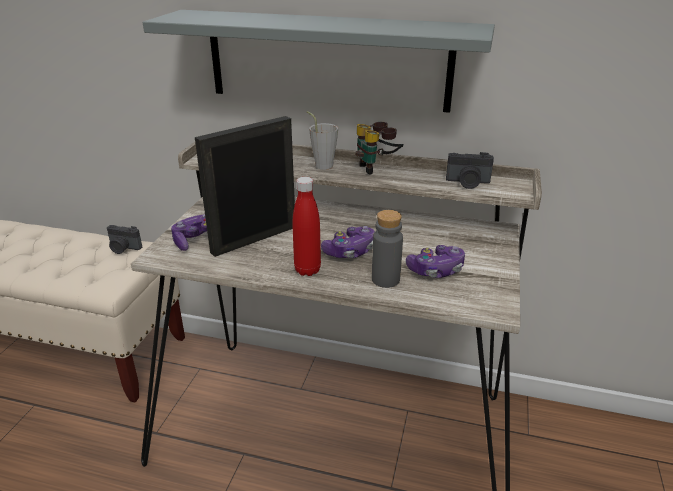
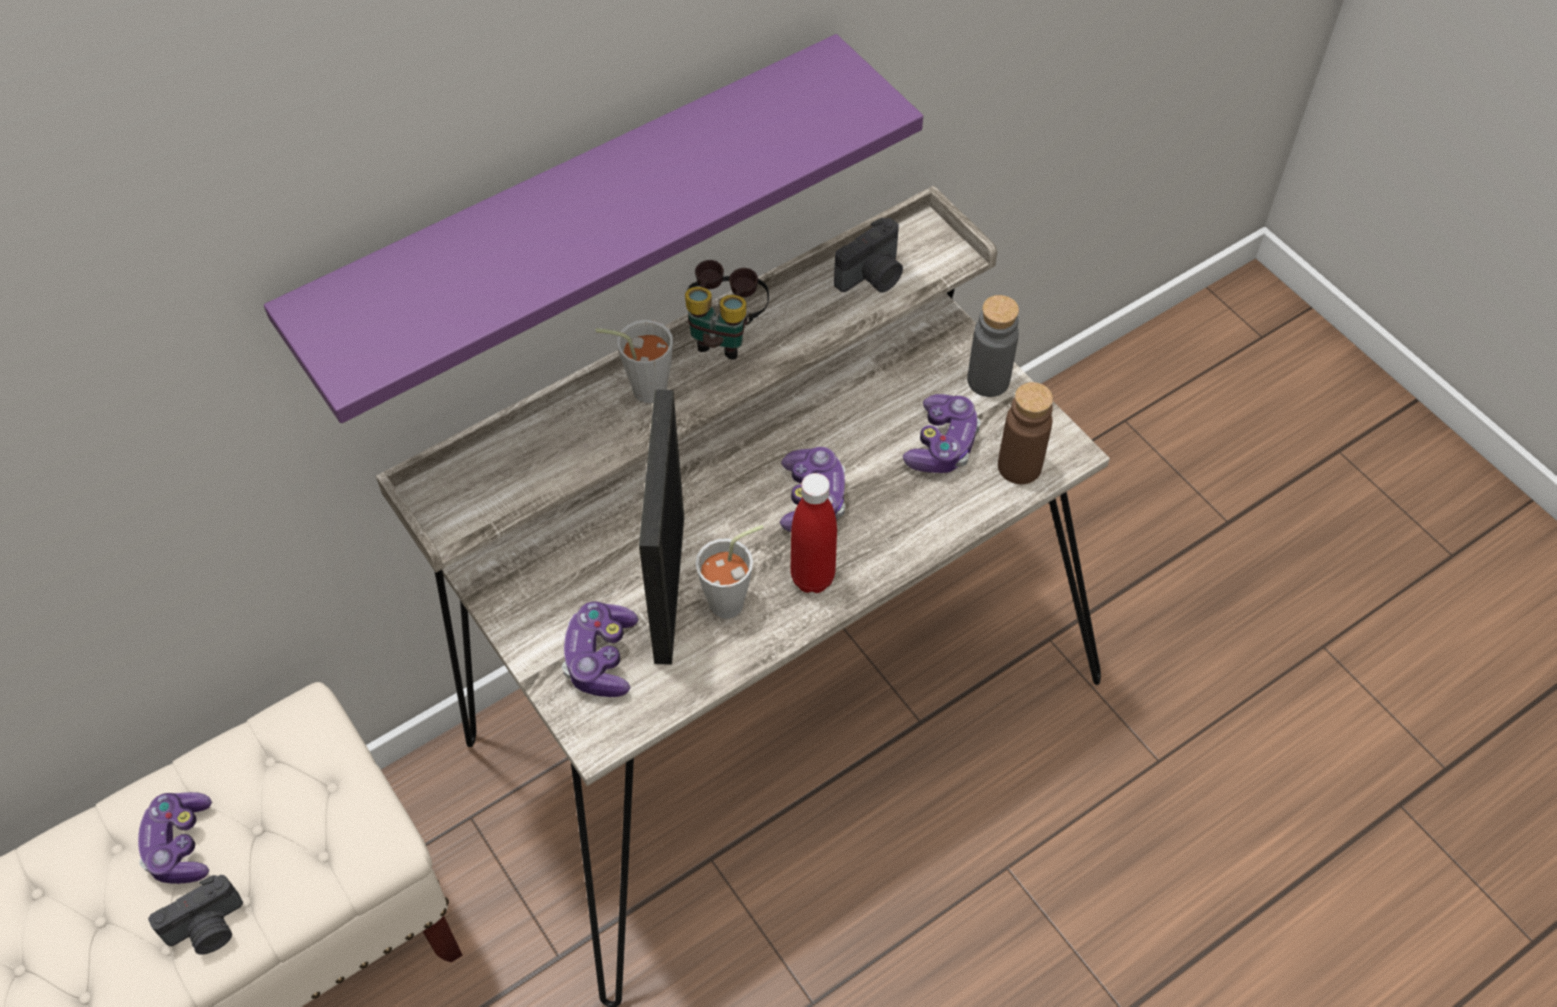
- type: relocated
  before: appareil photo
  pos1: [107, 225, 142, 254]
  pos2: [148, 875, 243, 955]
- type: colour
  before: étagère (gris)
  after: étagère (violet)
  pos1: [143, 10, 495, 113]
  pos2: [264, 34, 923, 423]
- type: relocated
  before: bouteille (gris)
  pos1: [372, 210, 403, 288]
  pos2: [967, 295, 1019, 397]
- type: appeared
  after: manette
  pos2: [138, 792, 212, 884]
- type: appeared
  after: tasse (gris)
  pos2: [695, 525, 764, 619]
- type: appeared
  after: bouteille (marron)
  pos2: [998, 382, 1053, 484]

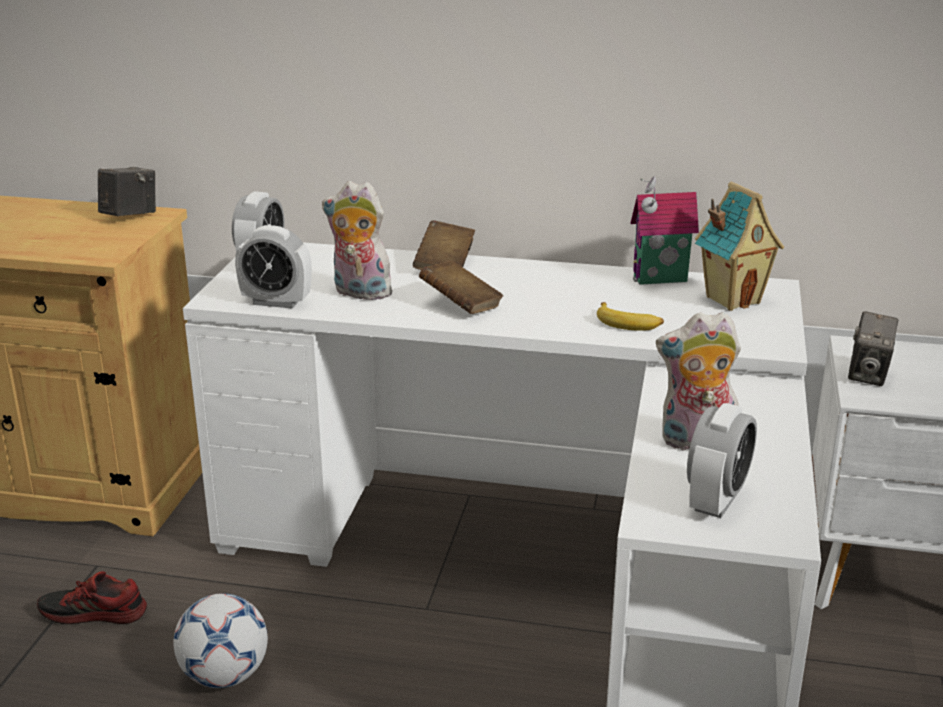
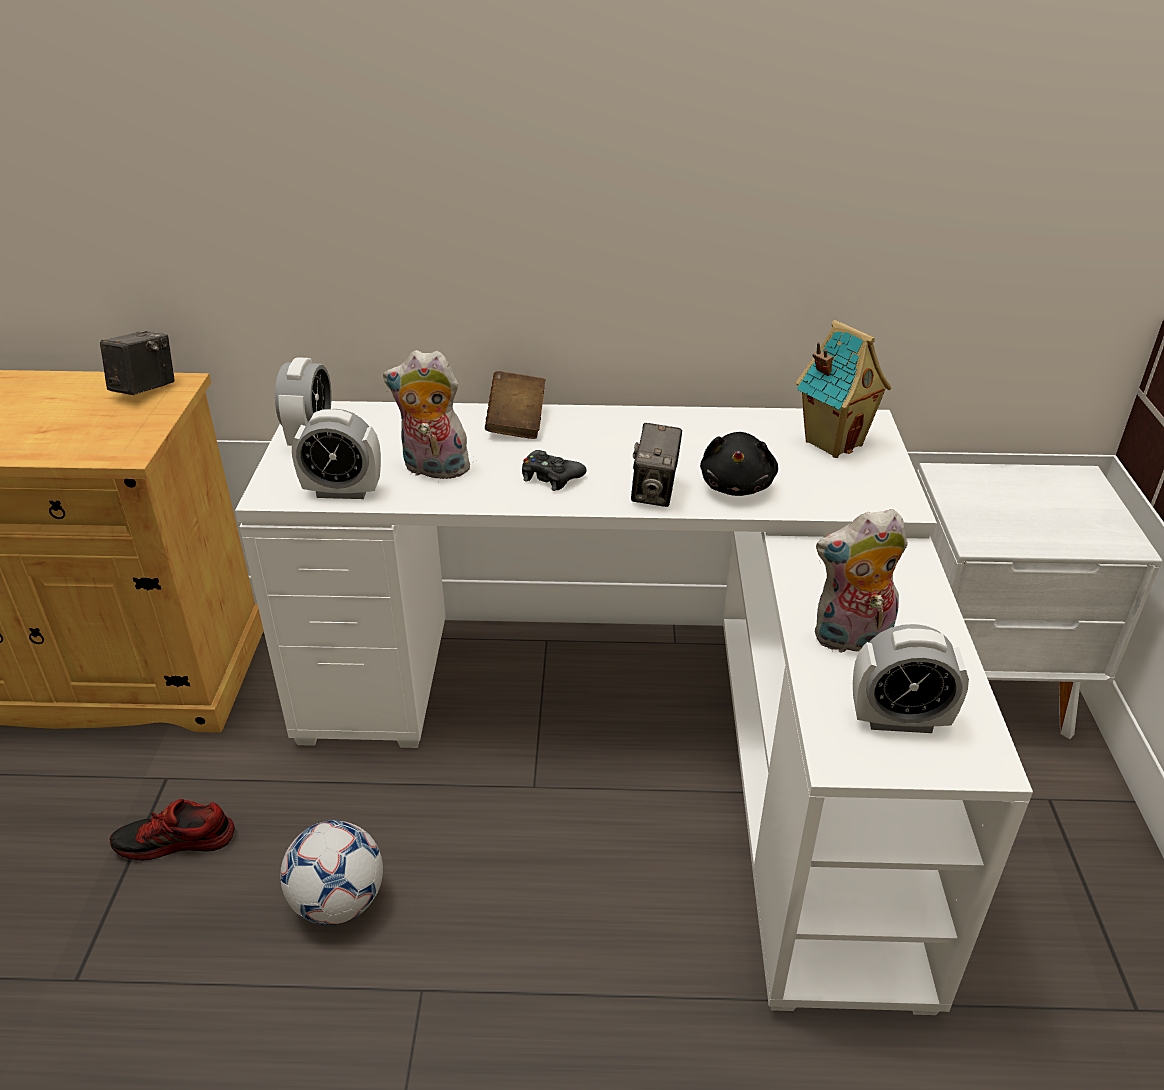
- type: exchanged
  before: livre (marron)
  after: manette (noir)
  pos1: [419, 261, 503, 314]
  pos2: [522, 450, 587, 491]
- type: exchanged
  before: banane
  after: peluche (noir)
  pos1: [597, 302, 664, 331]
  pos2: [700, 432, 778, 496]
- type: missing
  before: maison miniature
  pos1: [630, 176, 699, 285]
- type: spun
  before: réveil
  pos1: [687, 403, 757, 518]
  pos2: [853, 624, 969, 733]
  turn: 75
- type: relocated
  before: appareil photo
  pos1: [848, 311, 898, 386]
  pos2: [631, 423, 682, 507]

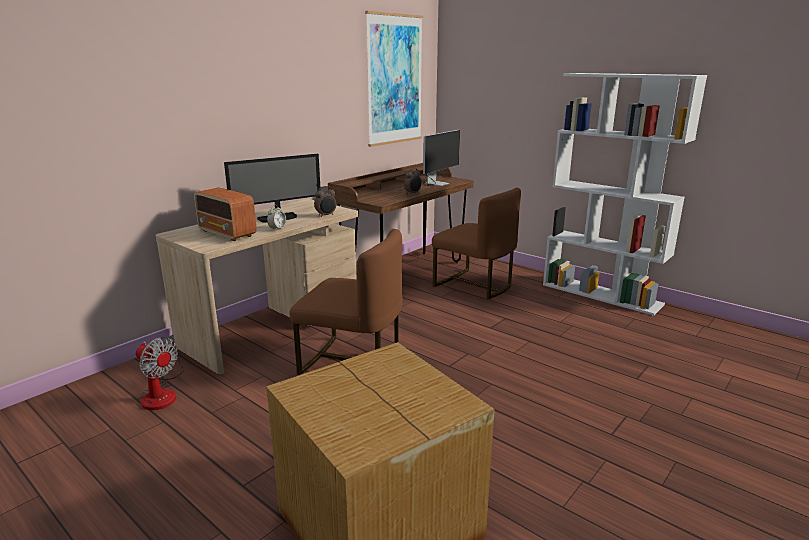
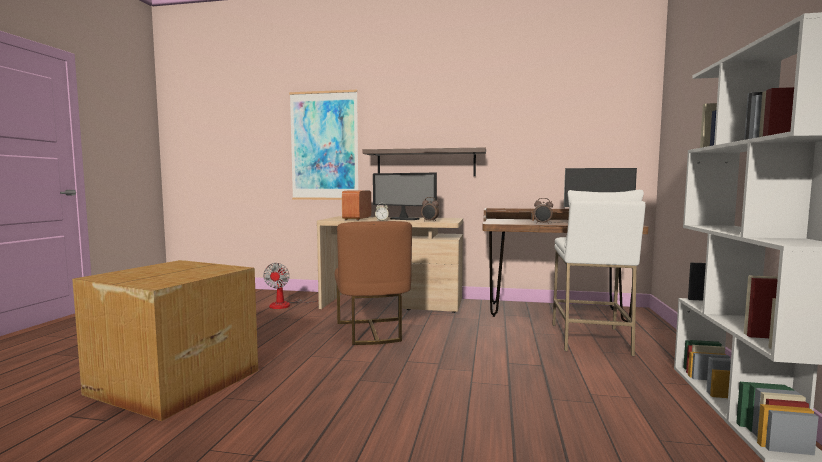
- type: relocated
  before: tableau
  pos1: [365, 11, 423, 147]
  pos2: [289, 90, 358, 200]
- type: exchanged
  before: chaise (marron)
  after: tabouret (blanc)
  pos1: [432, 188, 521, 299]
  pos2: [552, 190, 646, 356]
- type: appeared
  after: étagère
  pos2: [362, 147, 486, 176]

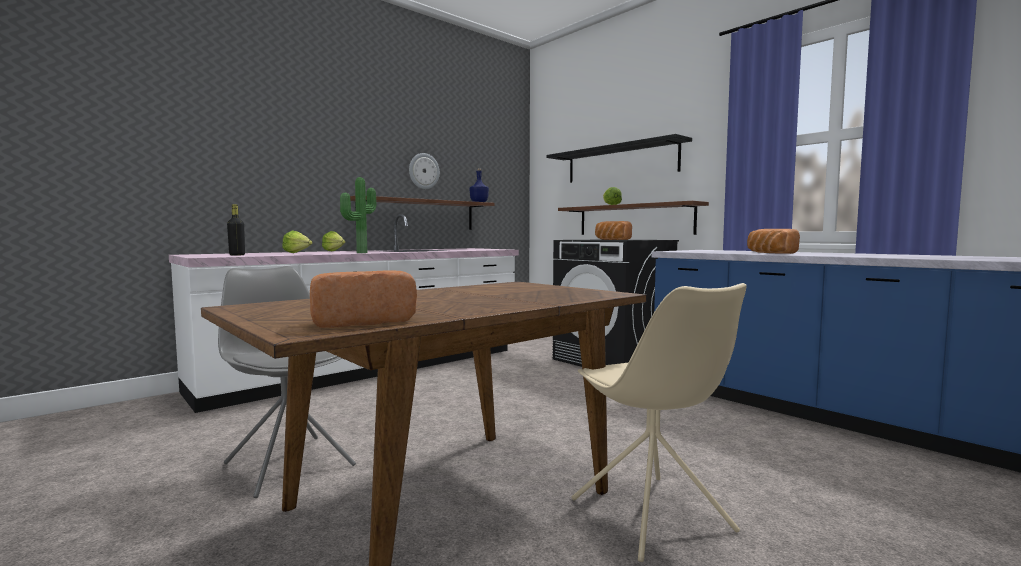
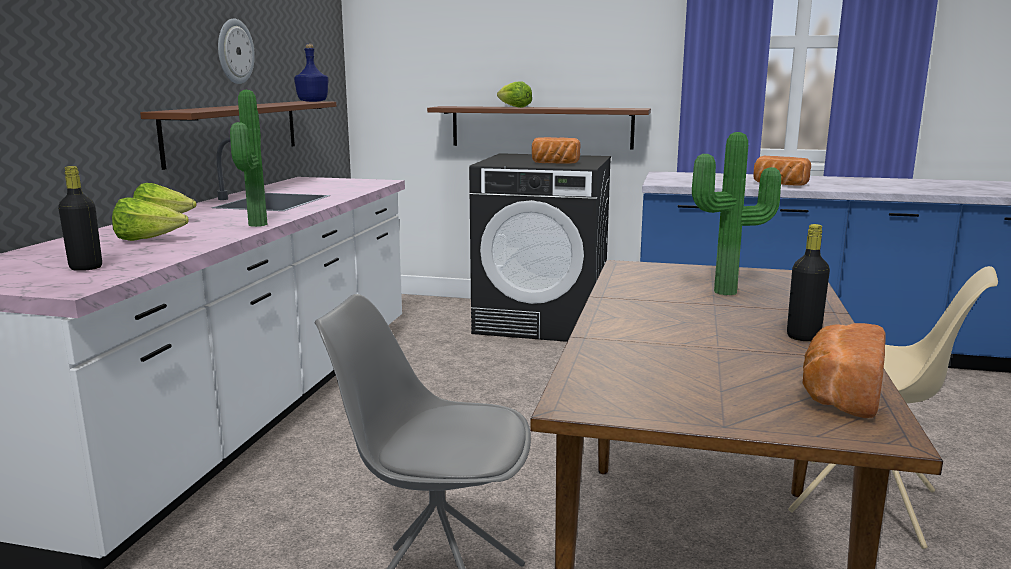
- type: missing
  before: étagère (noir)
  pos1: [547, 134, 692, 183]
- type: appeared
  after: plante en pot
  pos2: [692, 132, 781, 295]
- type: appeared
  after: bouteille (noir)
  pos2: [787, 224, 830, 341]

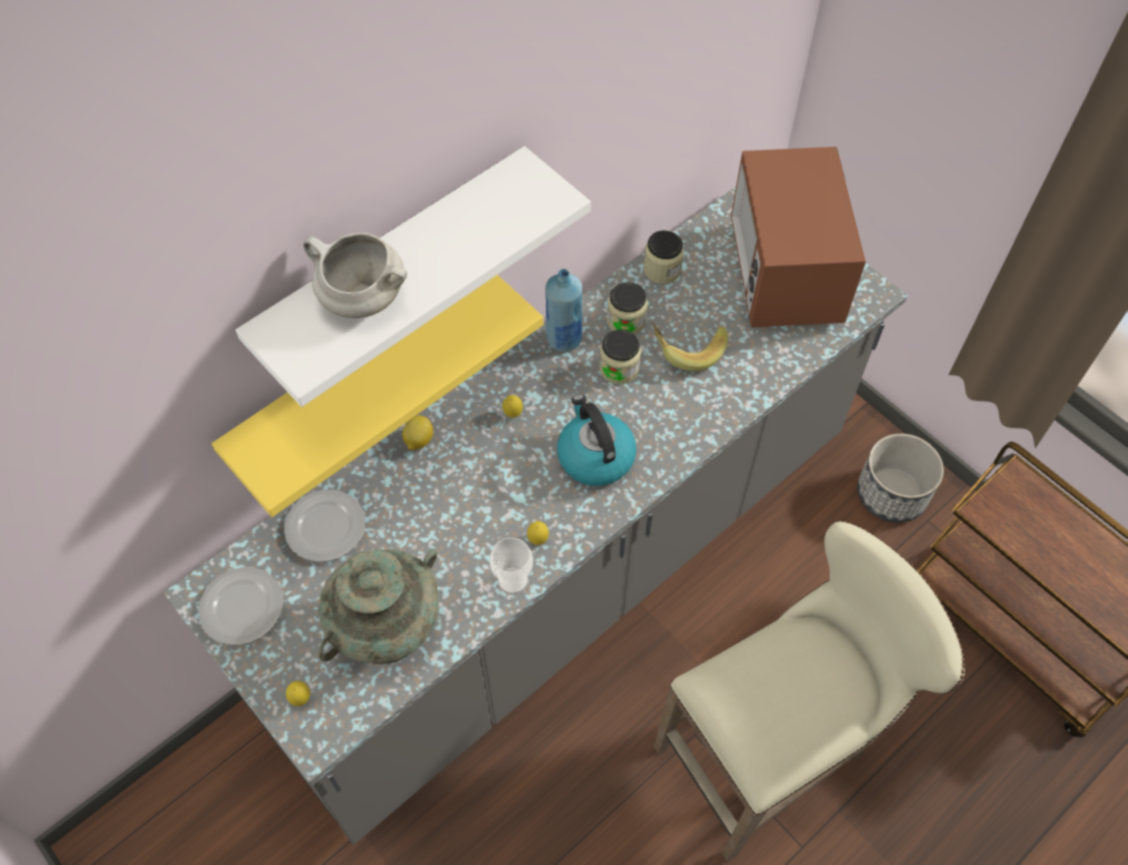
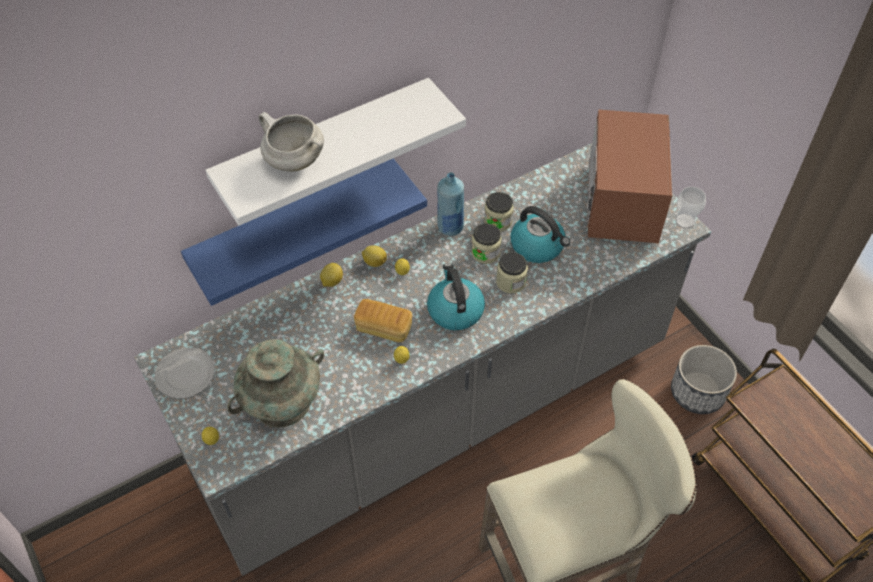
- type: colour
  before: étagère (jaune)
  after: étagère (bleu)
  pos1: [212, 275, 543, 517]
  pos2: [181, 159, 427, 306]
- type: missing
  before: assiette
  pos1: [284, 490, 365, 562]
- type: relocated
  before: tasse
  pos1: [489, 537, 533, 595]
  pos2: [675, 187, 706, 229]
- type: relocated
  before: bocal
  pos1: [644, 230, 684, 284]
  pos2: [496, 252, 528, 294]
- type: exchanged
  before: banane
  after: bouilloire
  pos1: [651, 322, 728, 371]
  pos2: [511, 206, 570, 263]
- type: appeared
  after: pain
  pos2: [354, 299, 412, 342]
- type: appeared
  after: citron
  pos2: [362, 245, 387, 267]

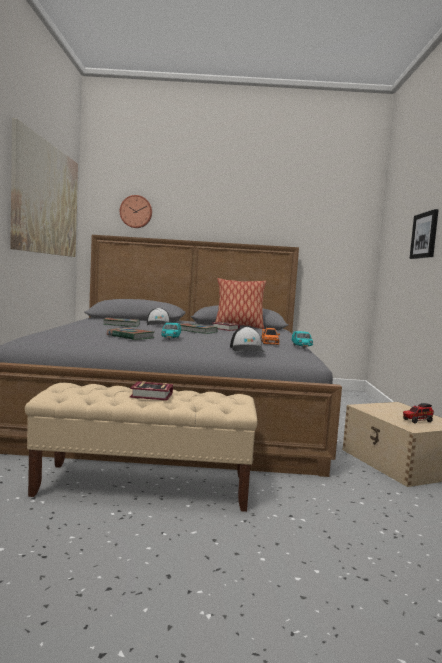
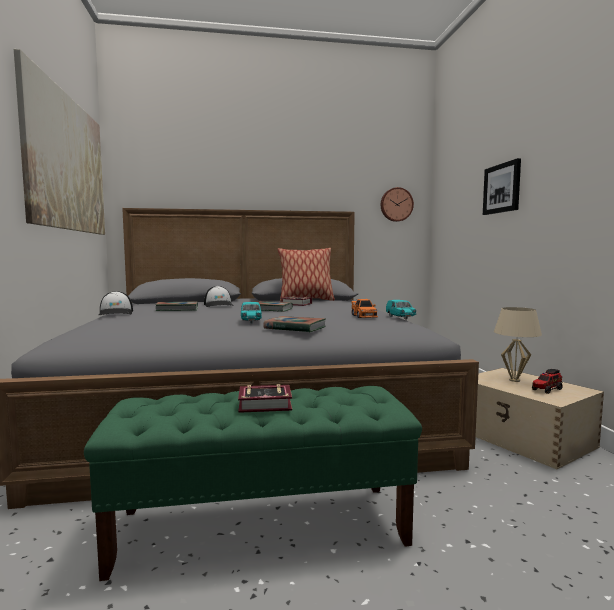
- type: colour
  before: banc (beige)
  after: banc (vert)
  pos1: [25, 383, 258, 512]
  pos2: [84, 386, 422, 581]
- type: relocated
  before: livre
  pos1: [107, 328, 154, 340]
  pos2: [263, 316, 326, 332]
- type: relocated
  before: horloge murale
  pos1: [120, 195, 152, 228]
  pos2: [381, 187, 414, 222]
- type: relocated
  before: casquette
  pos1: [230, 327, 266, 353]
  pos2: [98, 291, 133, 316]
- type: appeared
  after: lampe de table (beige)
  pos2: [494, 307, 542, 382]

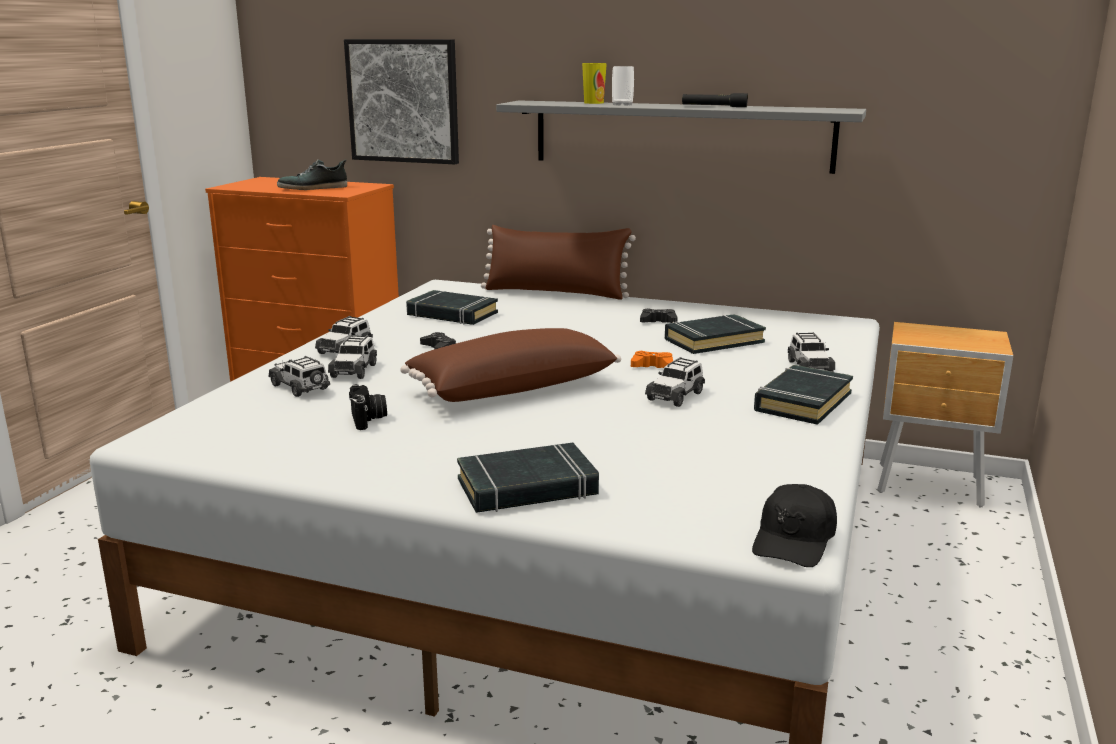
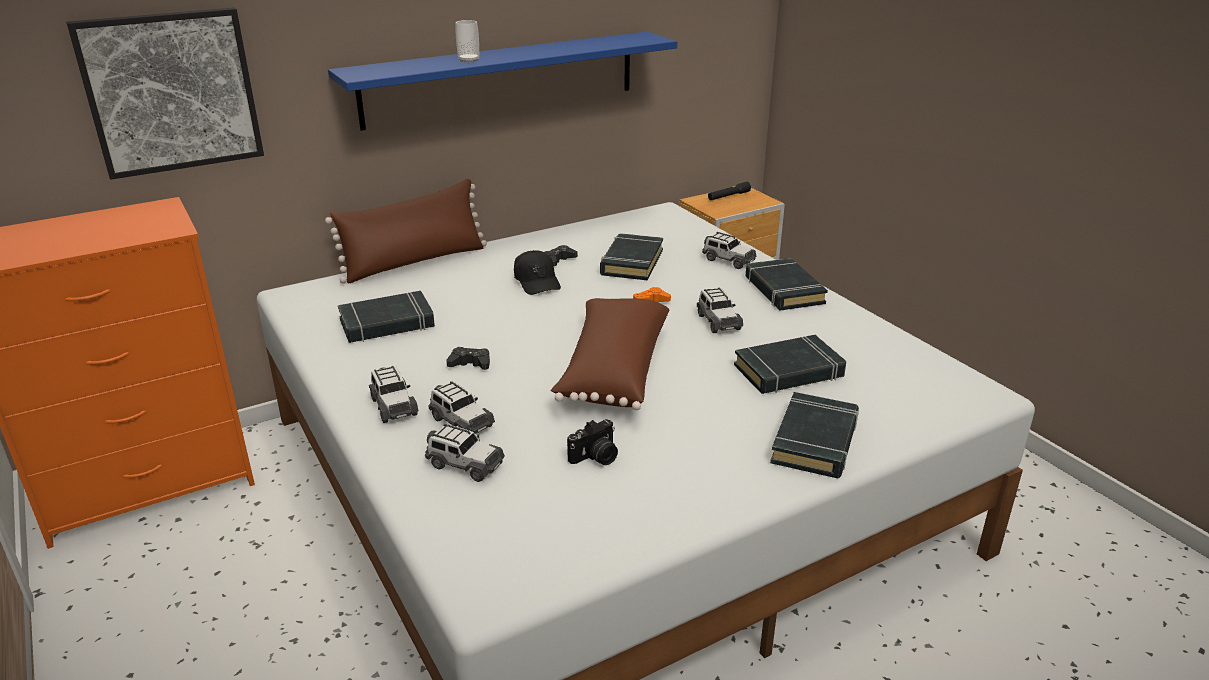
- type: spun
  before: petite voiture
  pos1: [268, 356, 330, 397]
  pos2: [425, 424, 505, 482]
  turn: -150
- type: missing
  before: chaussure
  pos1: [277, 159, 347, 190]
- type: spun
  before: appareil photo
  pos1: [349, 384, 387, 430]
  pos2: [567, 419, 618, 465]
  turn: 120
- type: colour
  before: étagère (gris)
  after: étagère (bleu)
  pos1: [496, 101, 866, 174]
  pos2: [328, 32, 677, 131]
- type: missing
  before: tasse
  pos1: [582, 63, 607, 104]
- type: relocated
  before: lampe de poche (noir)
  pos1: [682, 93, 748, 107]
  pos2: [708, 182, 751, 200]
- type: relocated
  before: casquette (noir)
  pos1: [752, 484, 837, 567]
  pos2: [514, 250, 561, 295]
- type: appeared
  after: livre (noir)
  pos2: [734, 335, 846, 394]

